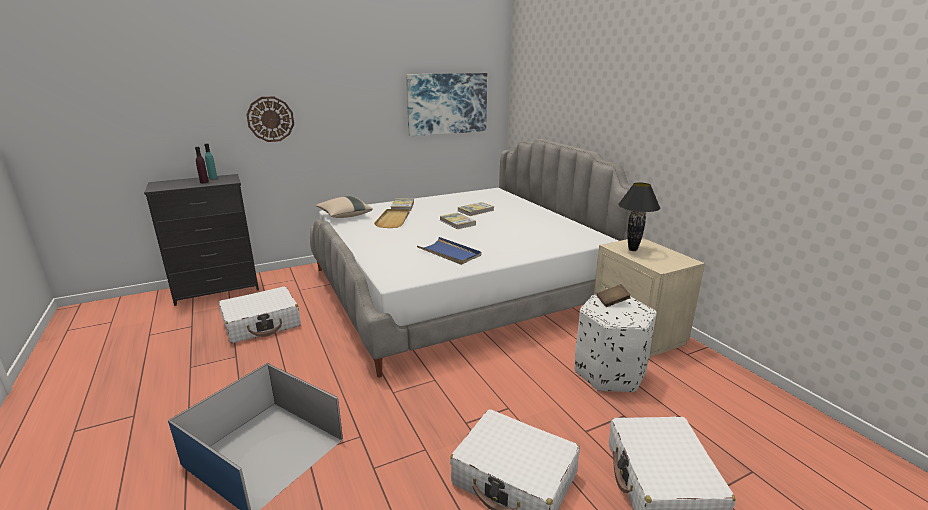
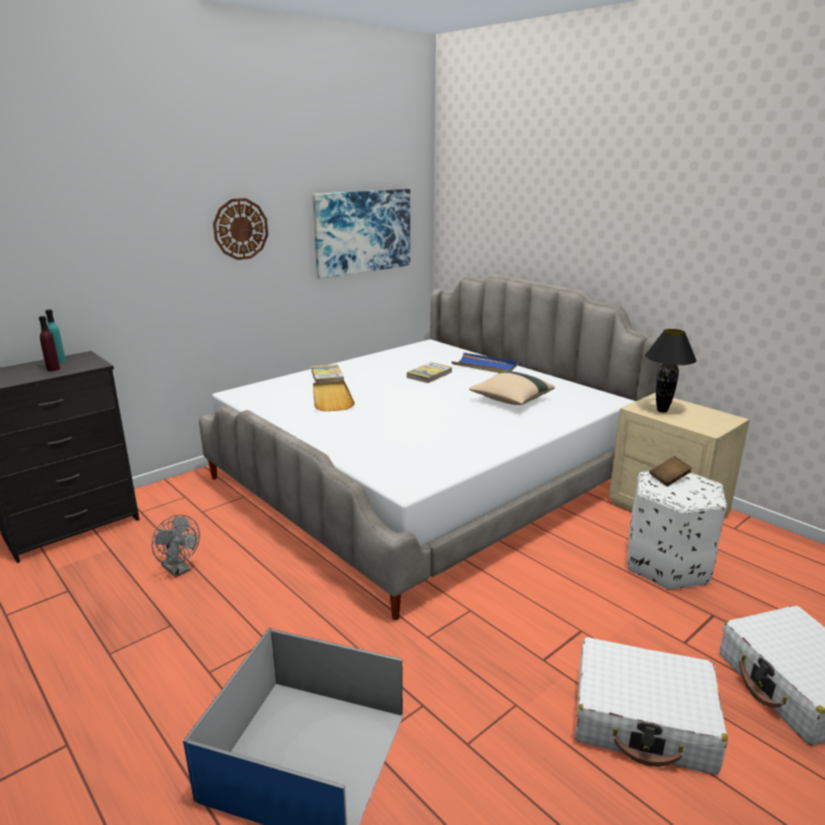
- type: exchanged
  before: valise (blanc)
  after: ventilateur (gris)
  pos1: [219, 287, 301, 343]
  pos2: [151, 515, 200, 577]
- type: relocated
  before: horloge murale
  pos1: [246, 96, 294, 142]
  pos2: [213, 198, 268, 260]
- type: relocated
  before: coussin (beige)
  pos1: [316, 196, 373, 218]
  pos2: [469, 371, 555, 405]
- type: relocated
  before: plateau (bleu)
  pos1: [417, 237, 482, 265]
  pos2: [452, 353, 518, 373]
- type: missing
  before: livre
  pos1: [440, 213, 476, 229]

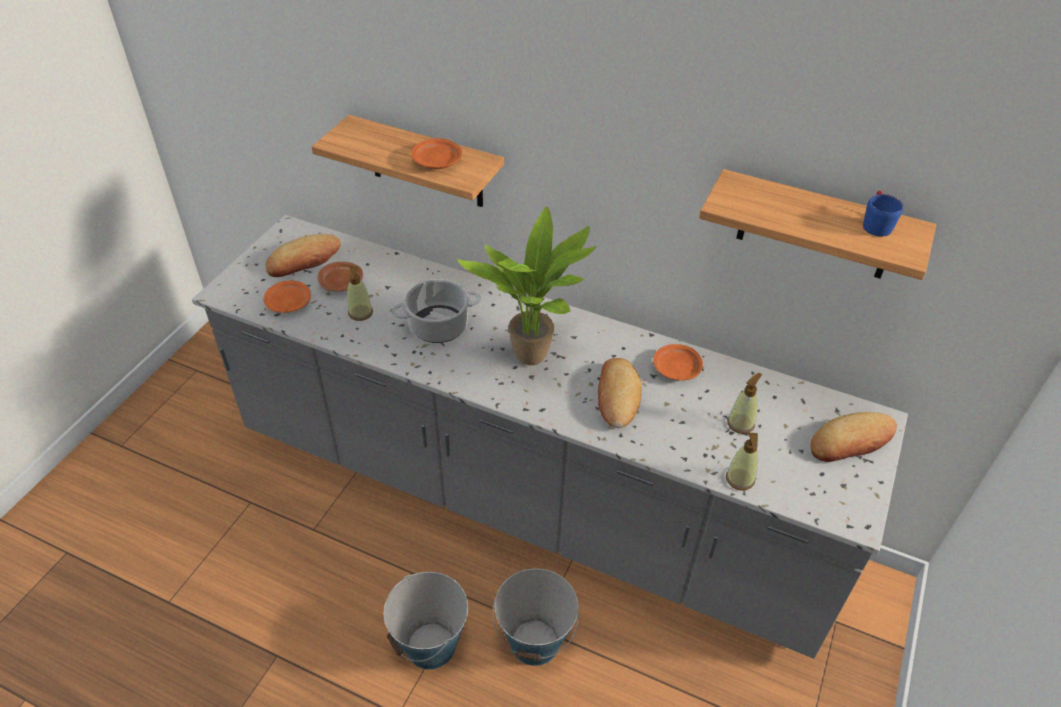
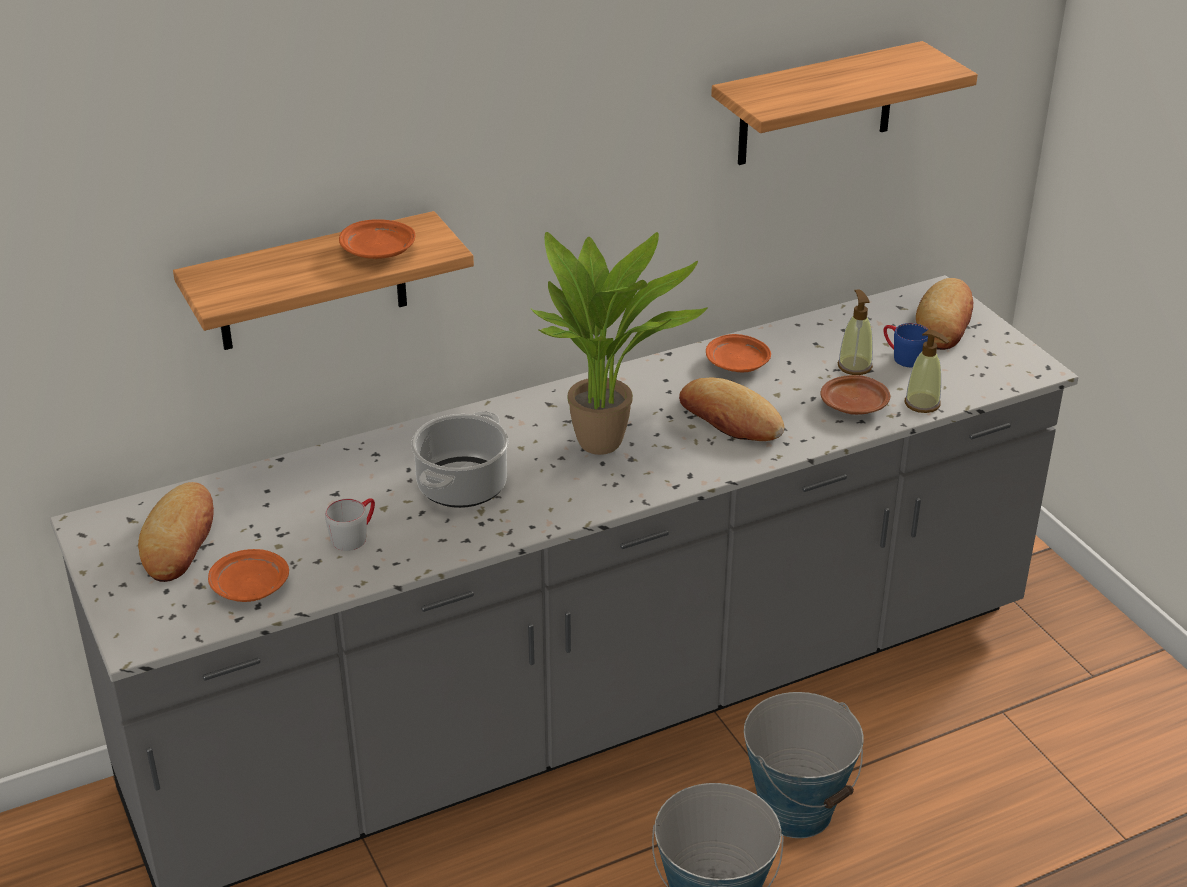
- type: relocated
  before: assiette (marron)
  pos1: [317, 262, 363, 291]
  pos2: [820, 375, 891, 415]
- type: exchanged
  before: distributeur de savon
  after: mug (gris)
  pos1: [347, 267, 373, 321]
  pos2: [325, 498, 375, 551]
- type: relocated
  before: mug (bleu)
  pos1: [863, 191, 903, 237]
  pos2: [884, 323, 928, 367]

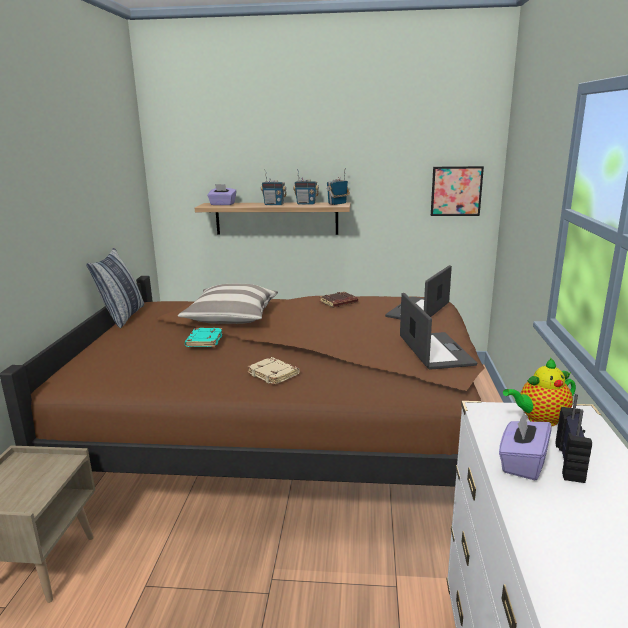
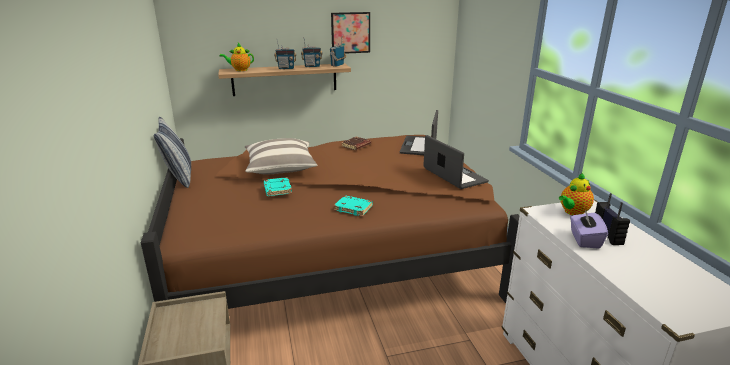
- type: exchanged
  before: boîte à mouchoirs (violet)
  after: théière
  pos1: [207, 184, 237, 205]
  pos2: [220, 43, 254, 71]
- type: colour
  before: livre (beige)
  after: livre (turquoise)
  pos1: [247, 357, 299, 385]
  pos2: [333, 195, 373, 216]
- type: relocated
  before: tableau
  pos1: [431, 166, 484, 216]
  pos2: [331, 12, 370, 54]

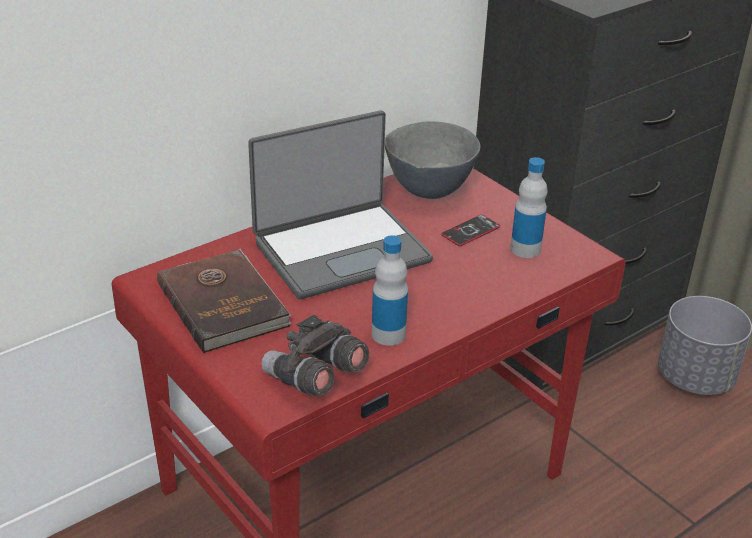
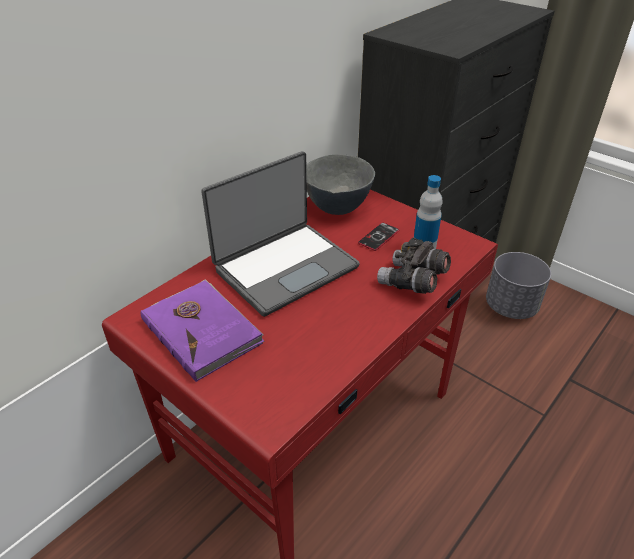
- type: colour
  before: livre (marron)
  after: livre (violet)
  pos1: [157, 249, 291, 353]
  pos2: [141, 279, 265, 382]
- type: relocated
  before: jumelles (gris)
  pos1: [261, 314, 369, 396]
  pos2: [377, 238, 451, 294]
- type: missing
  before: bouteille
  pos1: [372, 235, 408, 346]

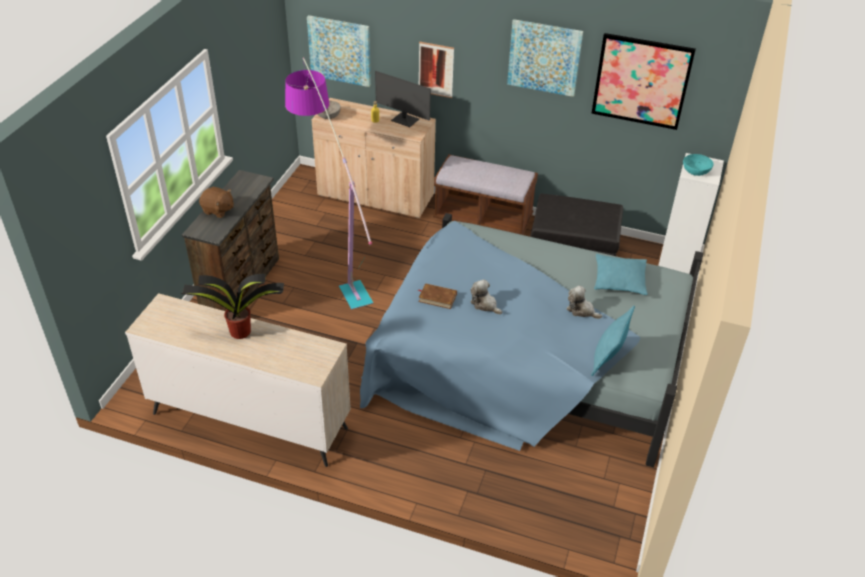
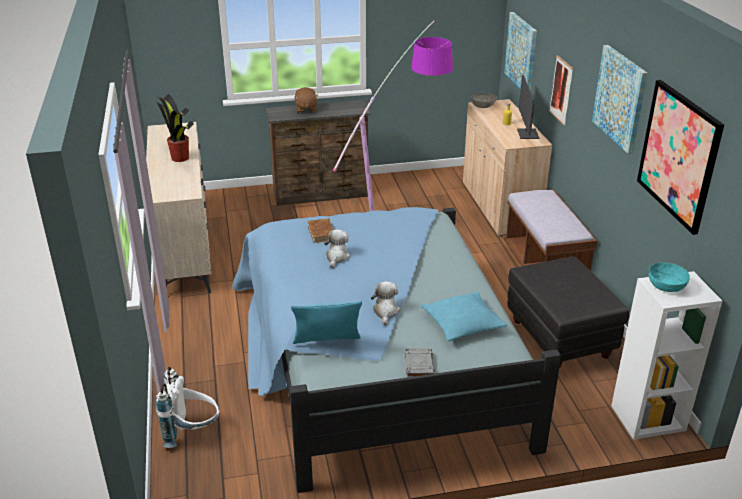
- type: appeared
  after: sac à dos (blanc)
  pos2: [156, 367, 220, 448]
- type: appeared
  after: livre (gris)
  pos2: [405, 348, 435, 377]

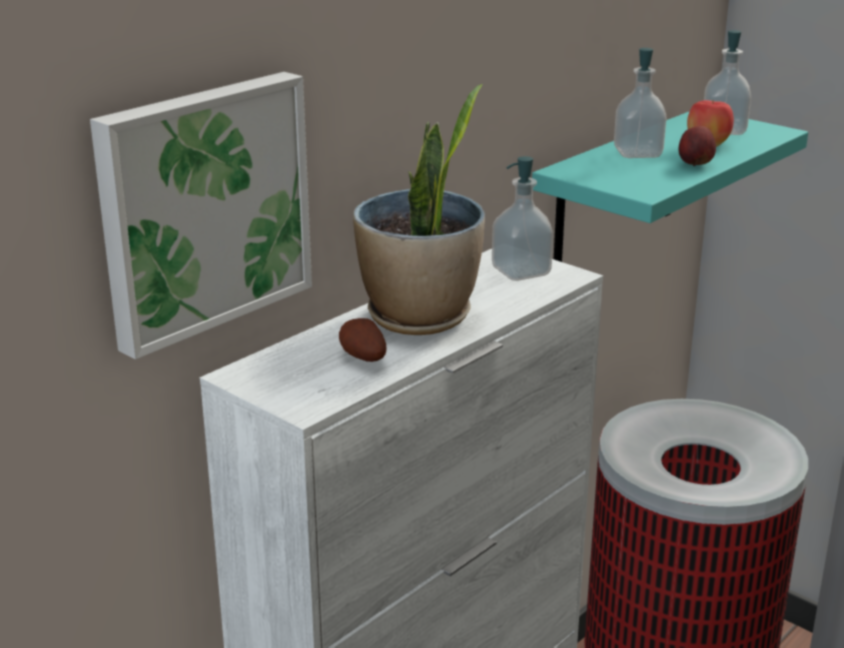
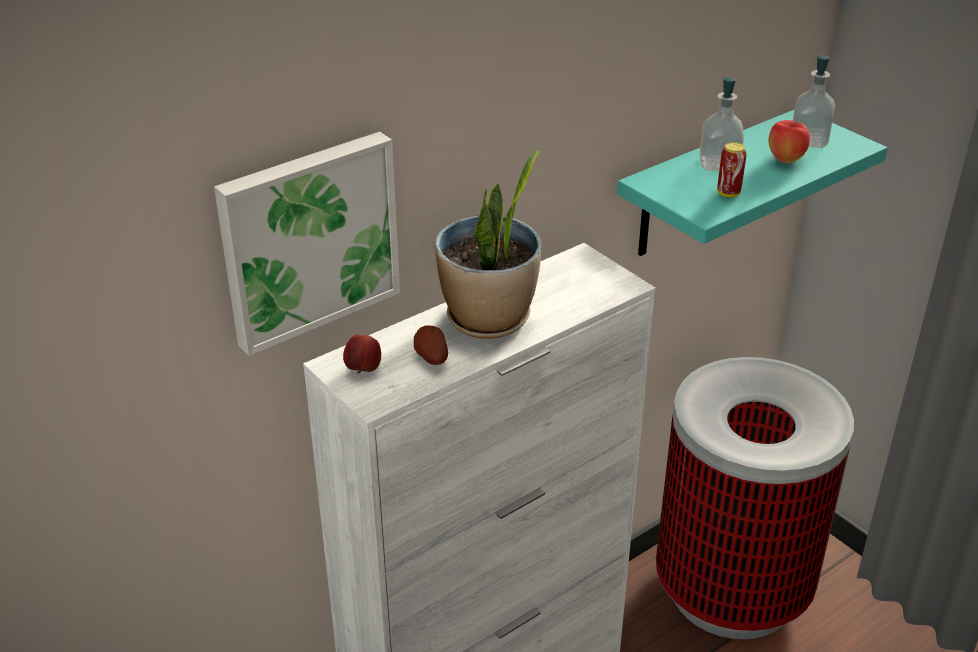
- type: missing
  before: distributeur de savon
  pos1: [492, 156, 553, 281]
- type: relocated
  before: pomme
  pos1: [679, 126, 716, 166]
  pos2: [343, 335, 381, 374]
- type: appeared
  after: boîte métallique
  pos2: [717, 142, 747, 197]

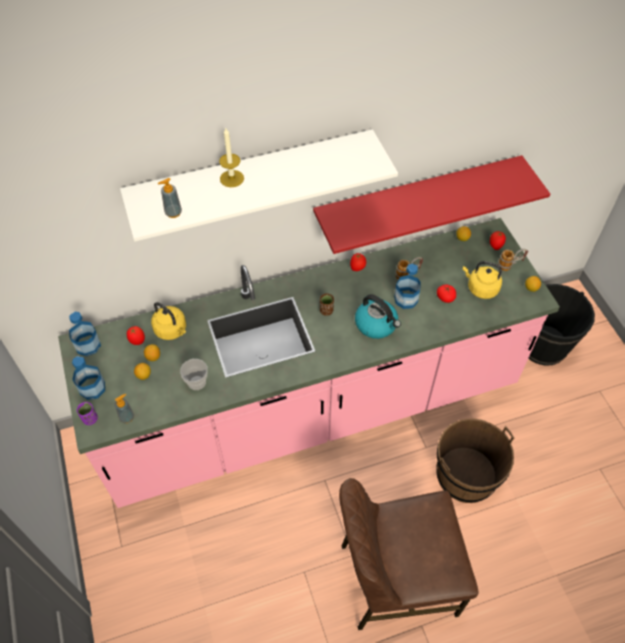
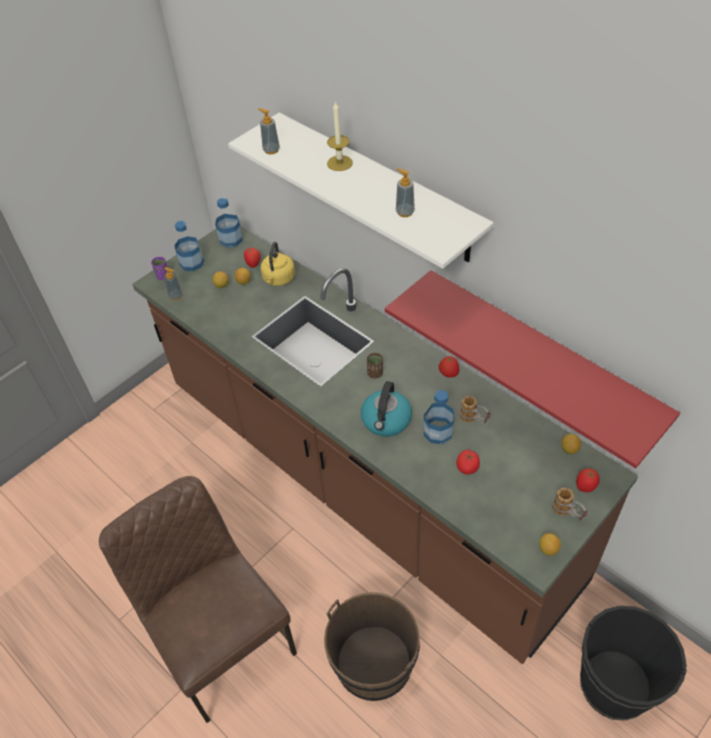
- type: colour
  before: comptoir de cuisine (rose)
  after: comptoir de cuisine (marron)
  pos1: [58, 218, 560, 508]
  pos2: [132, 226, 638, 664]
- type: missing
  before: tasse
  pos1: [180, 359, 208, 390]
- type: missing
  before: bouilloire (jaune)
  pos1: [463, 261, 502, 299]
- type: appeared
  after: distributeur de savon
  pos2: [396, 168, 415, 217]

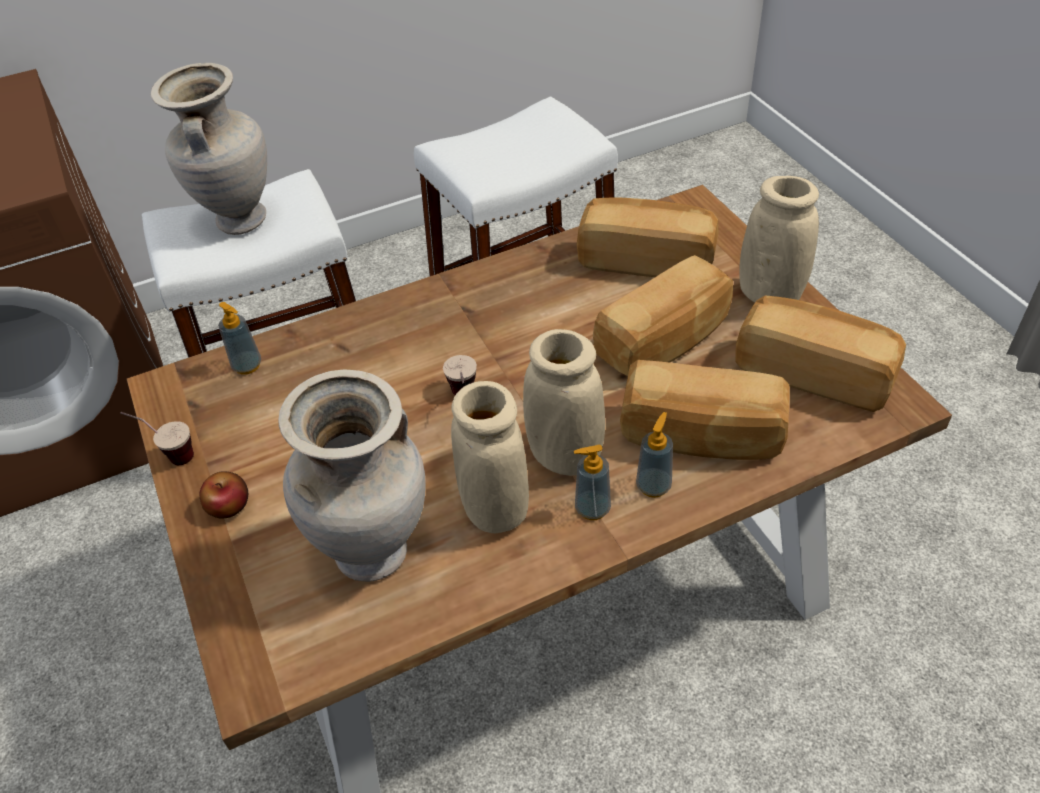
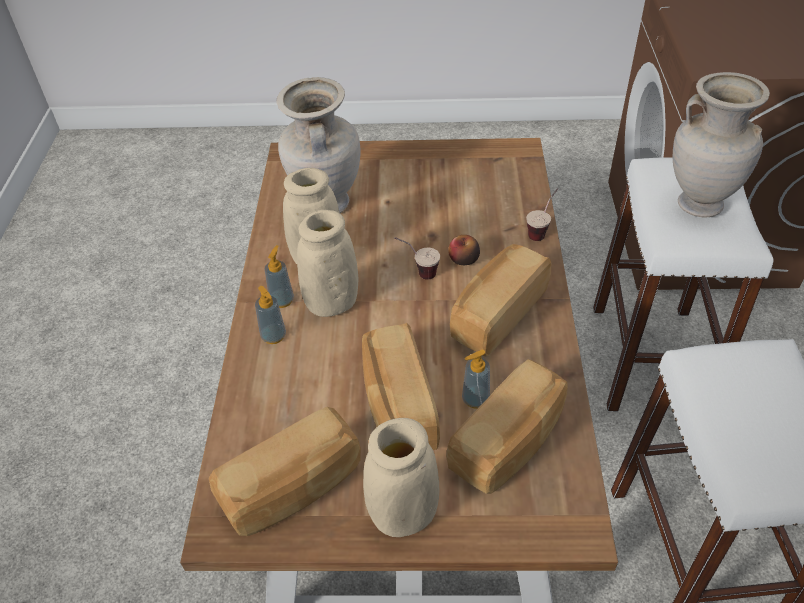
- type: relocated
  before: tasse
  pos1: [120, 412, 194, 465]
  pos2: [526, 188, 558, 241]
- type: relocated
  before: pomme
  pos1: [199, 471, 248, 518]
  pos2: [449, 235, 480, 265]
- type: relocated
  before: distributeur de savon
  pos1: [218, 302, 261, 374]
  pos2: [462, 350, 490, 409]
- type: relocated
  before: pain
  pos1: [620, 360, 789, 460]
  pos2: [450, 244, 551, 356]

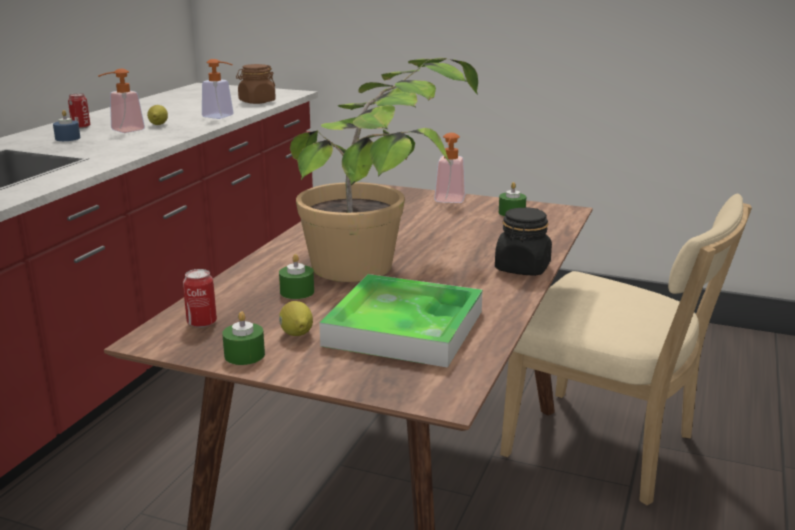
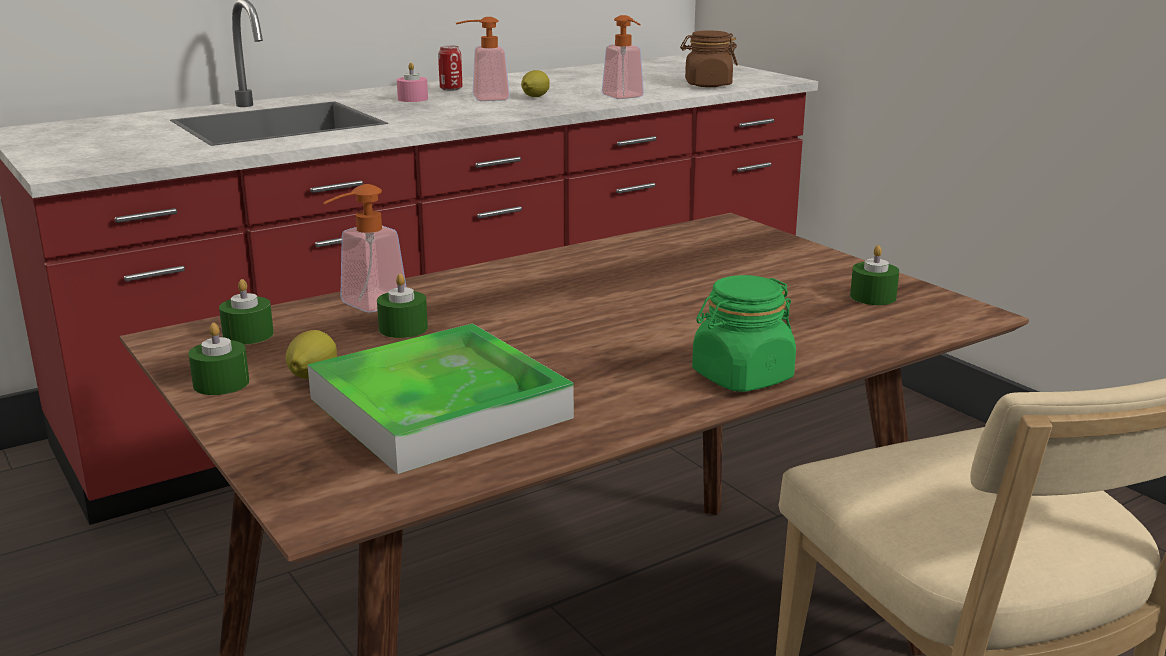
- type: colour
  before: bougie (bleu)
  after: bougie (rose)
  pos1: [53, 110, 80, 141]
  pos2: [397, 63, 428, 102]
- type: exchanged
  before: boîte métallique
  after: bougie (vert)
  pos1: [183, 269, 217, 328]
  pos2: [219, 279, 274, 345]
- type: missing
  before: plante en pot
  pos1: [290, 58, 478, 282]
- type: relocated
  before: distributeur de savon
  pos1: [434, 133, 465, 203]
  pos2: [323, 184, 407, 313]
- type: colour
  before: bocal (noir)
  after: bocal (vert)
  pos1: [495, 207, 552, 276]
  pos2: [692, 275, 796, 392]

